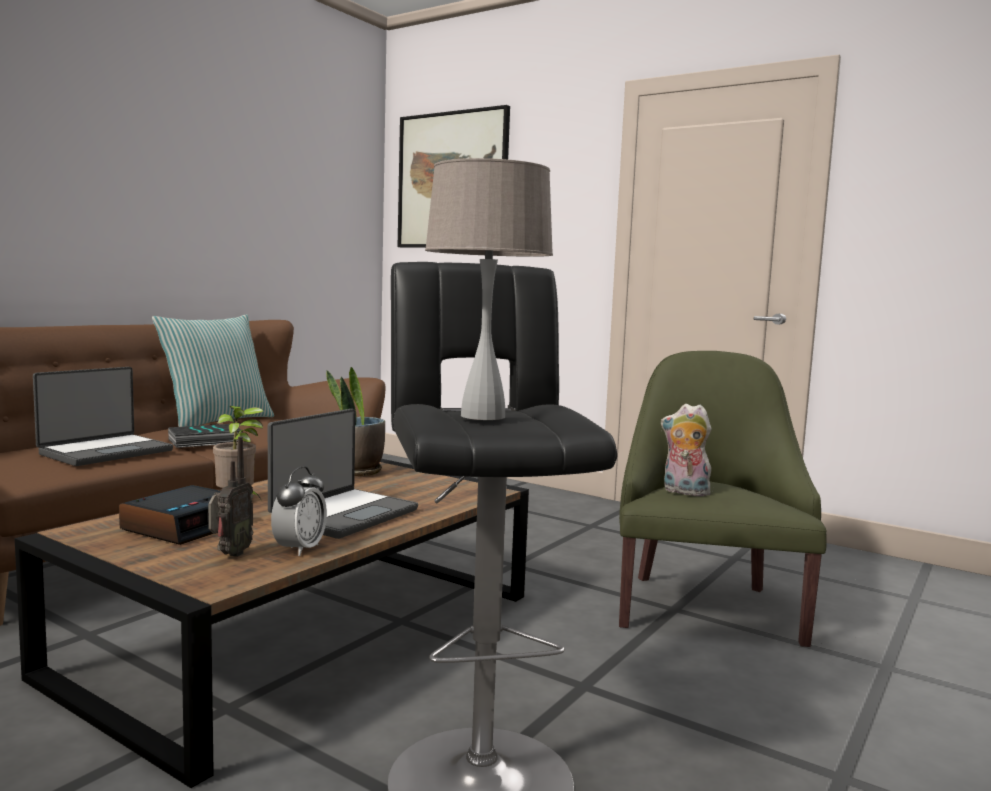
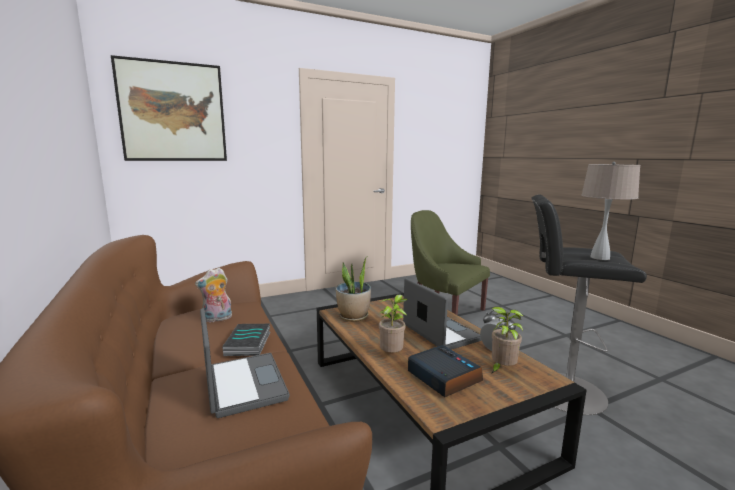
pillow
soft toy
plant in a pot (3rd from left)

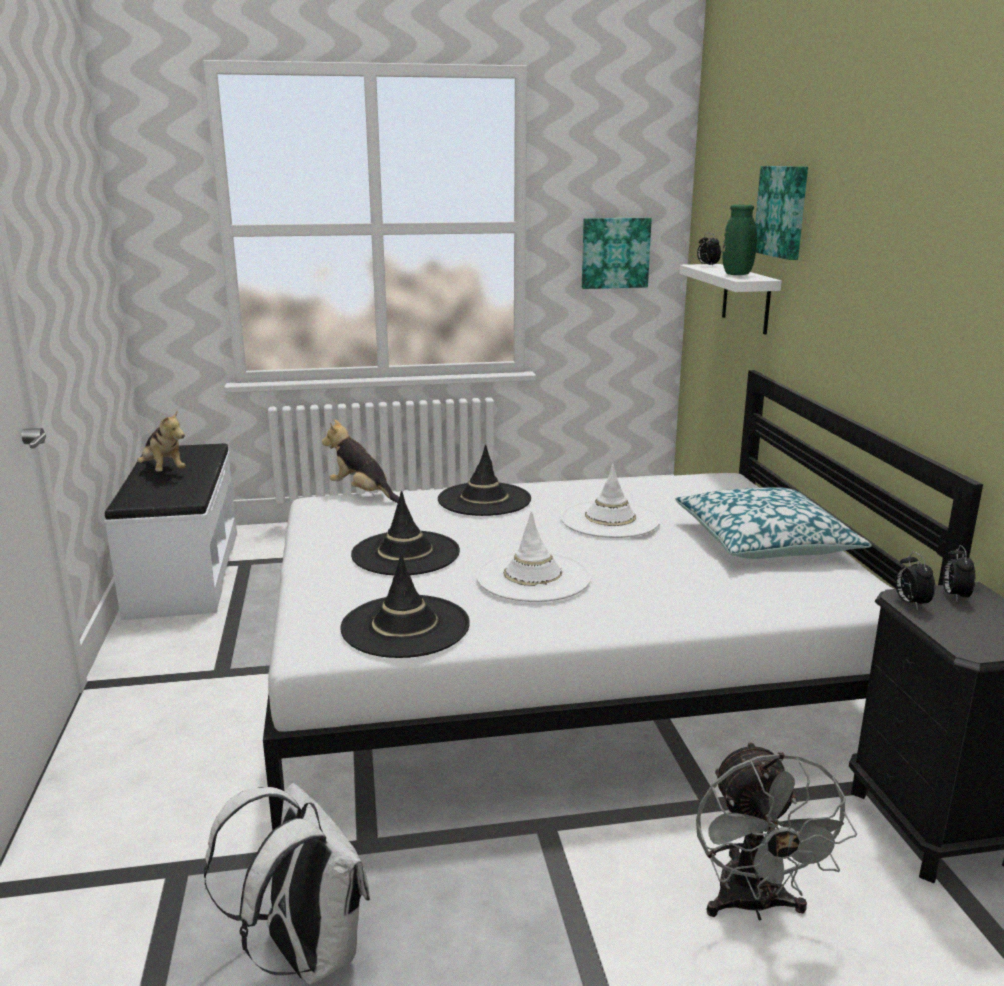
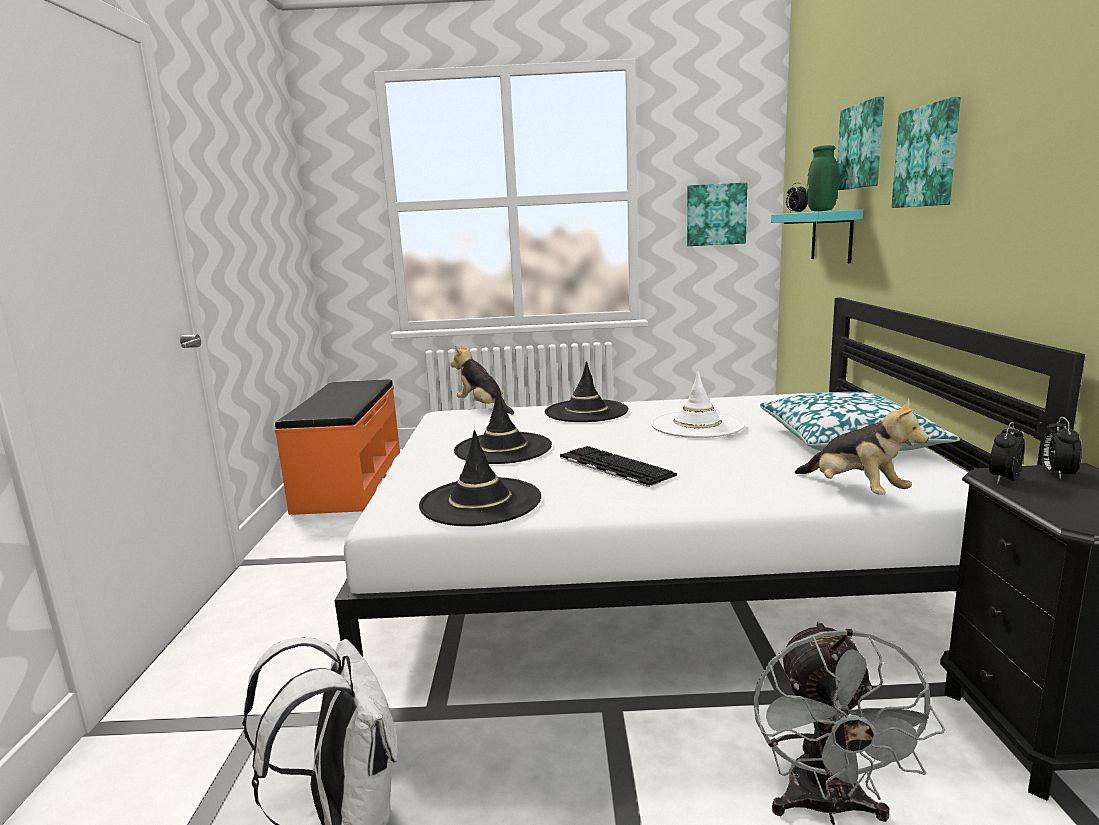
wall picture (3rd from left)
soft toy (2nd from left)
keyboard
long seat (orange-coloured)
wall shelf (blue-green)
bedside clock (2nd from left)

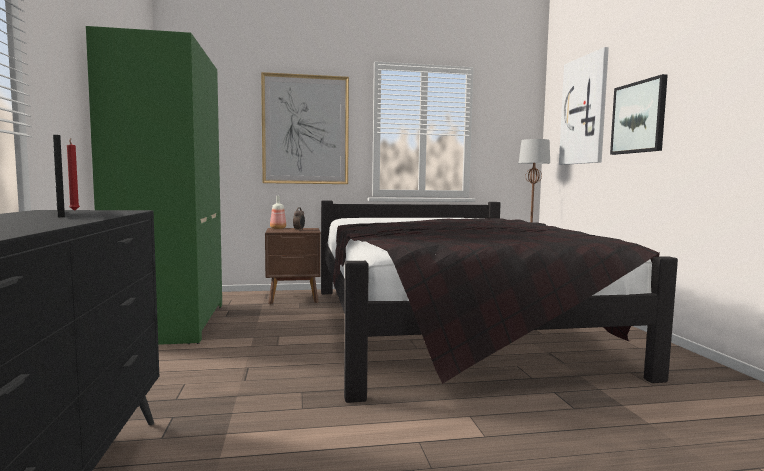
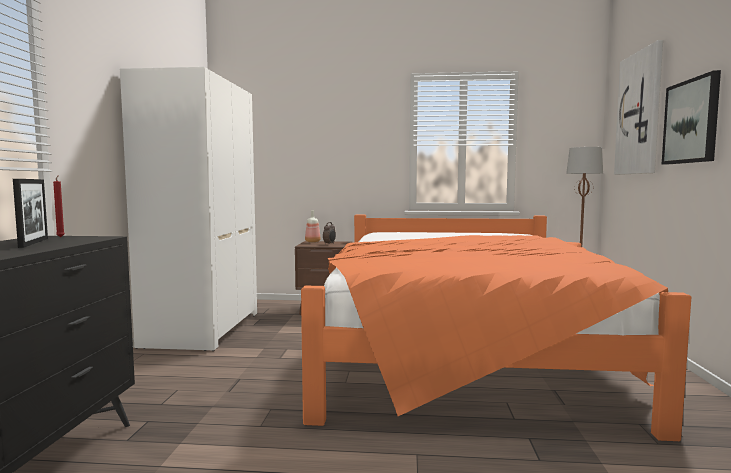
wall picture (1st from left in the first image)
clothes cupboard (whitish)
bedroom bed (orange-coloured)

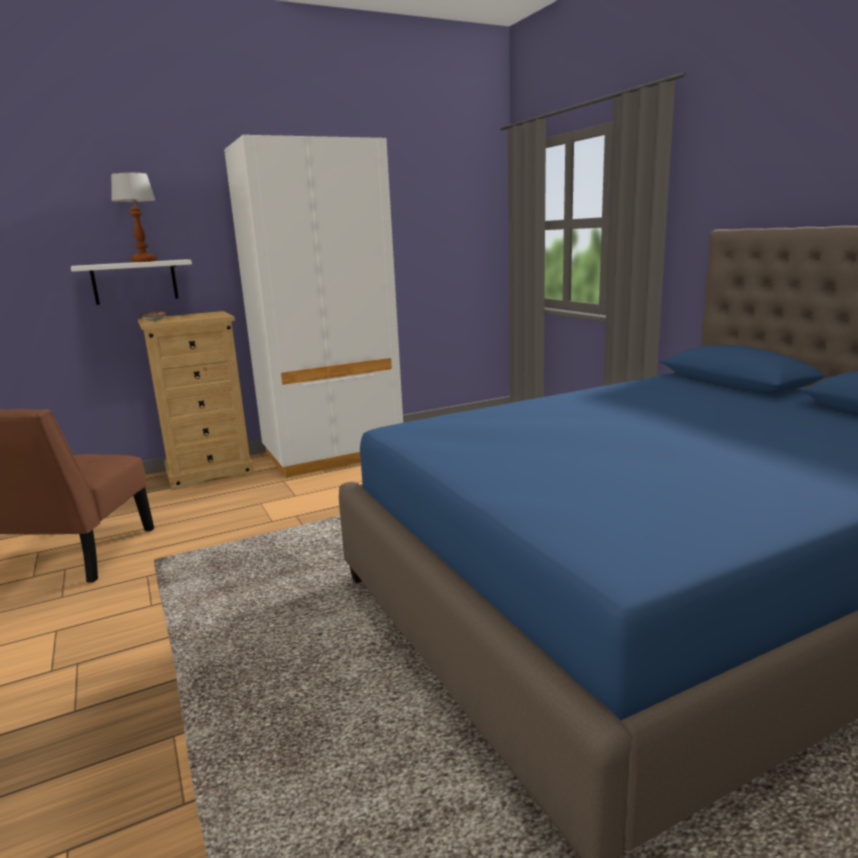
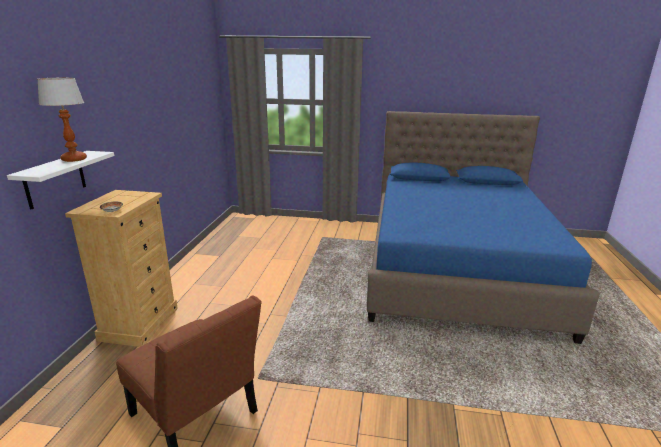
clothes cupboard (whitish)

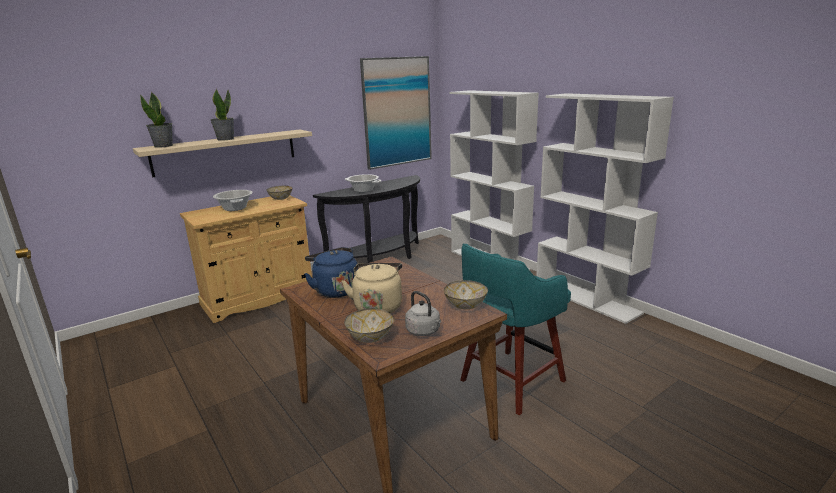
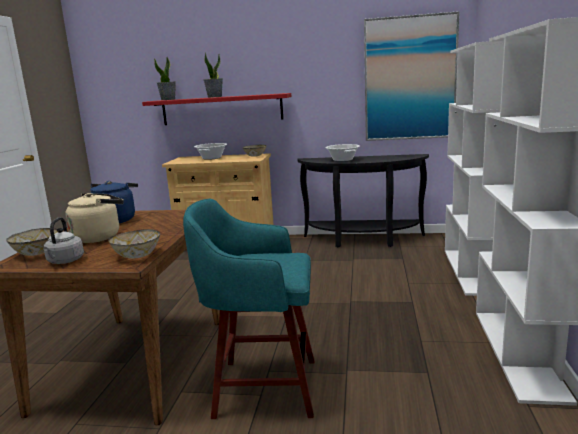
wall shelf (red-coloured)

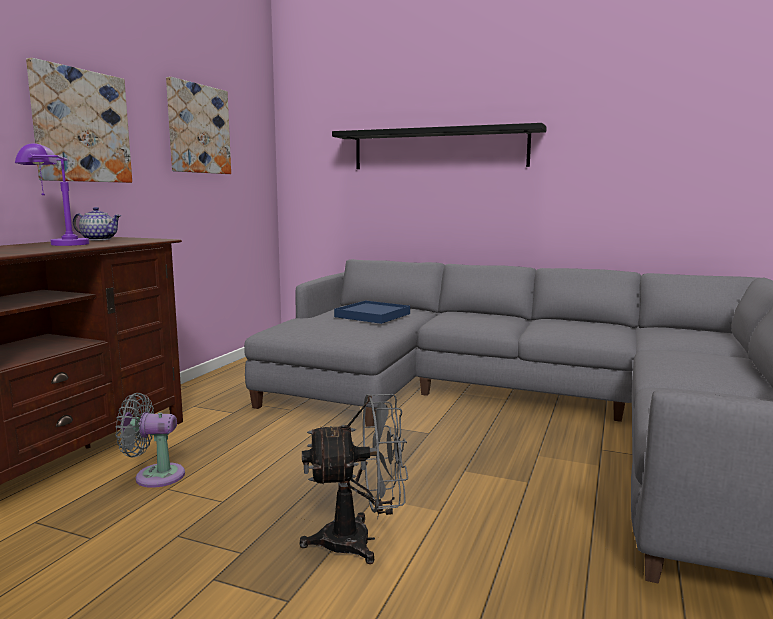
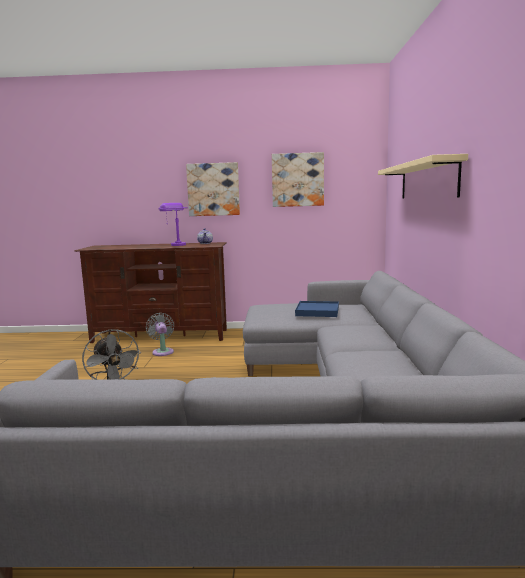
wall shelf (beige)

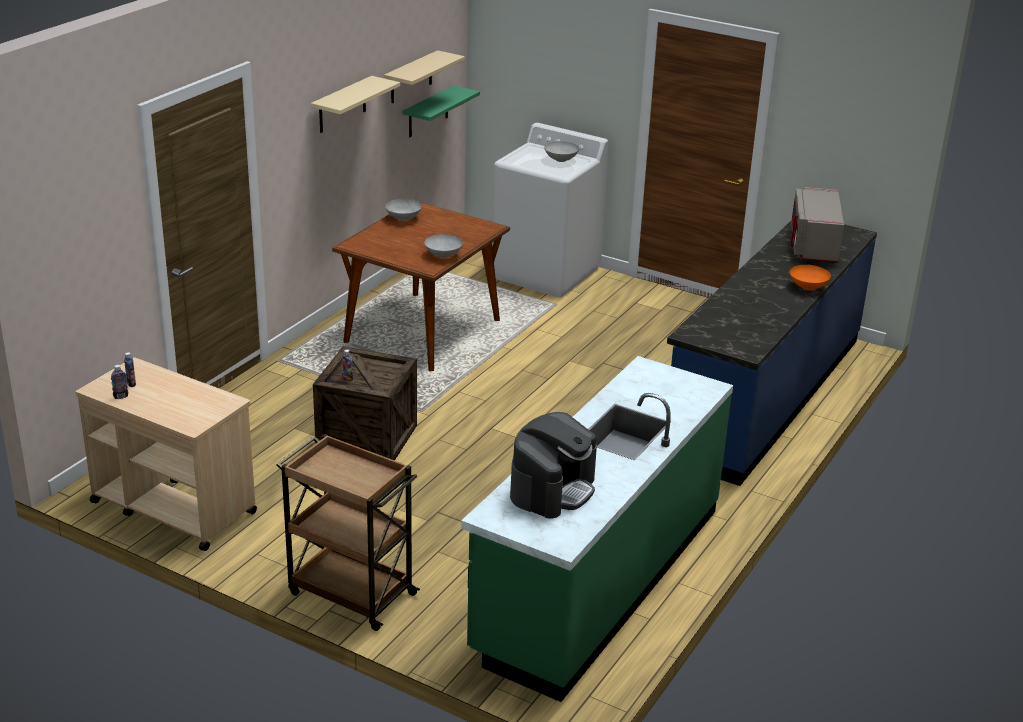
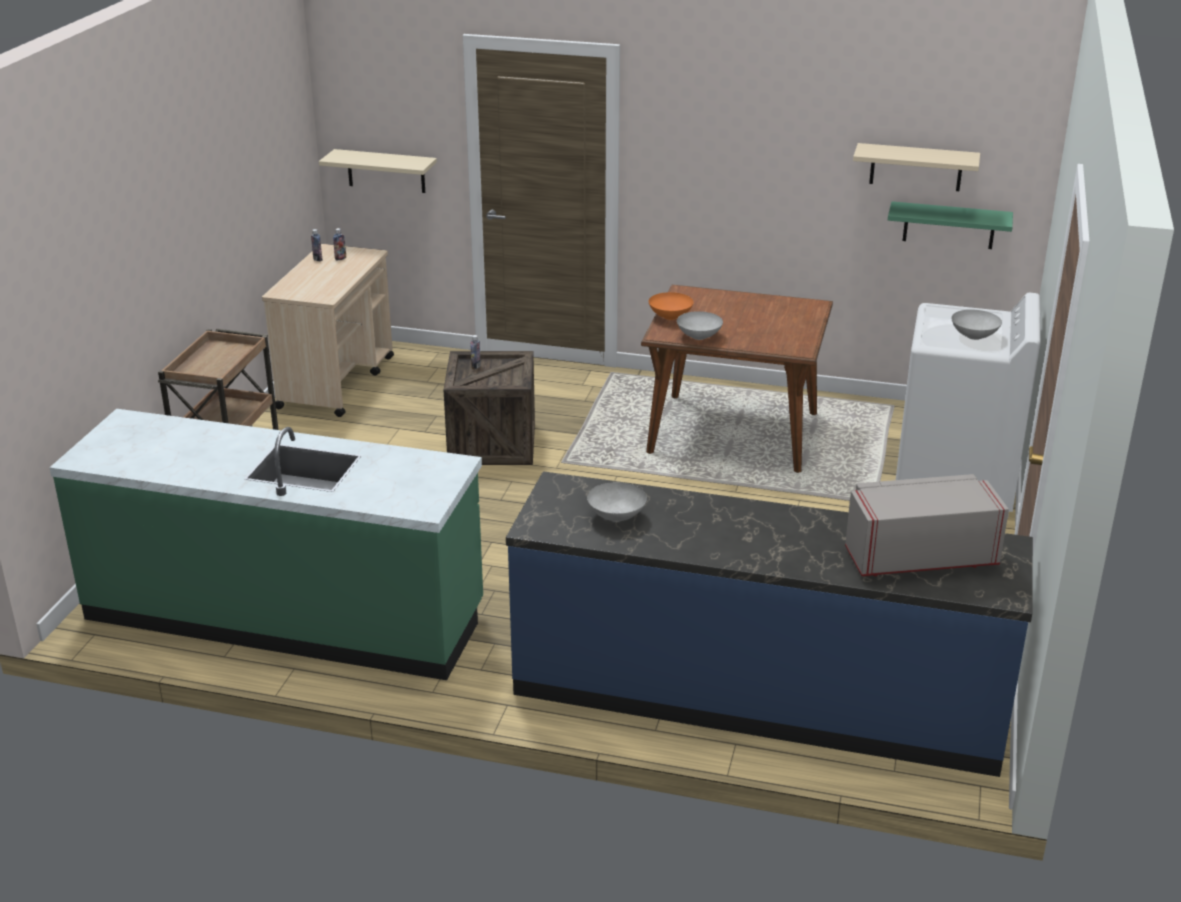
coffee brewer
wall shelf (beige) (1st from left)
serving bowl (gray) (1st from left)
serving bowl (orange-coloured)

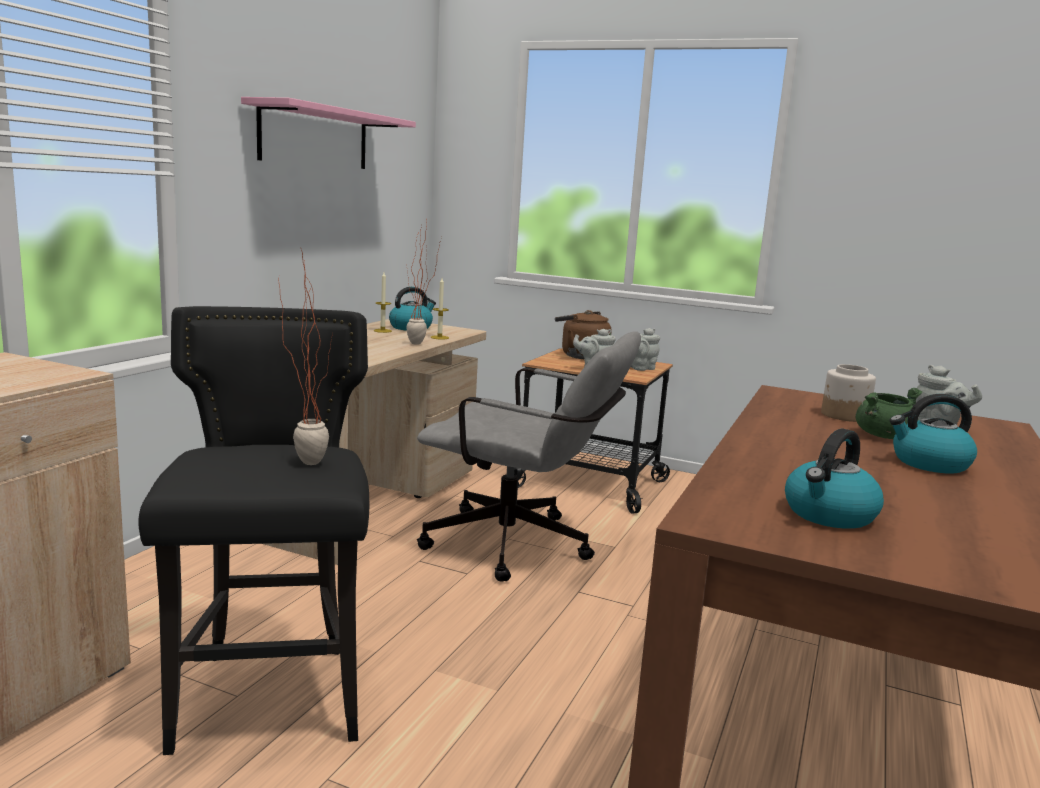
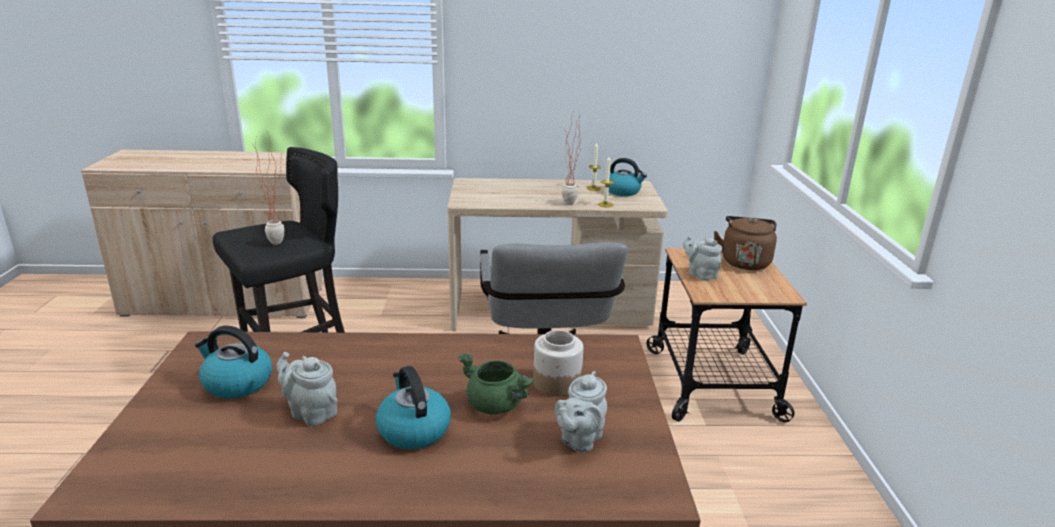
wall shelf (pink-coloured)
tea pot (gray) (1st from left)

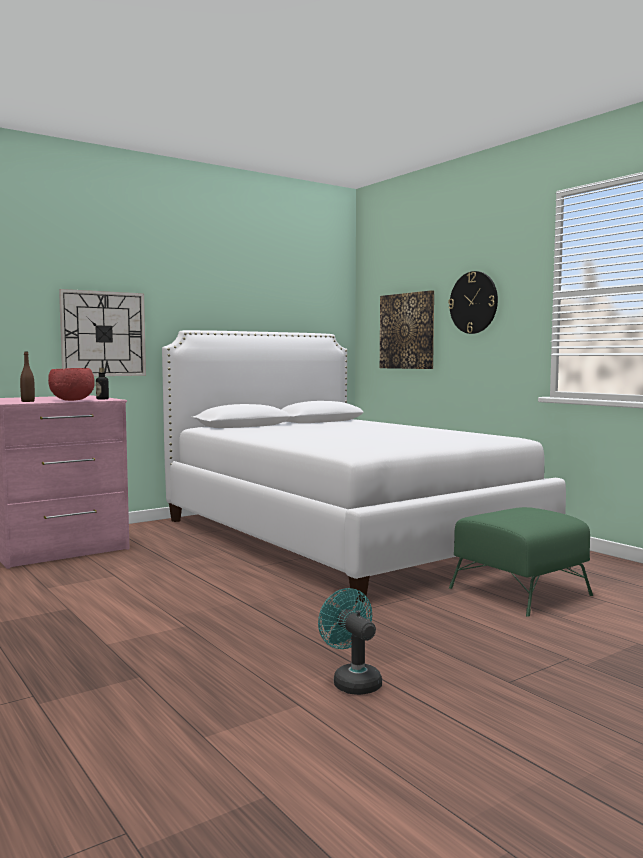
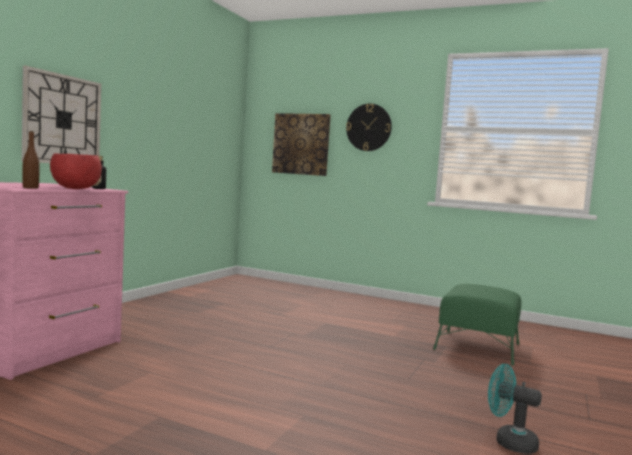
bedroom bed (whitish)

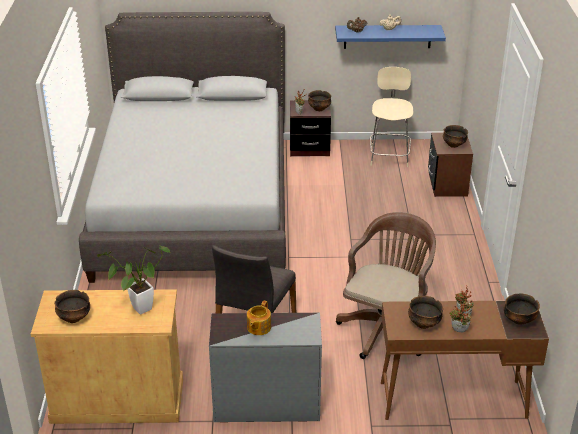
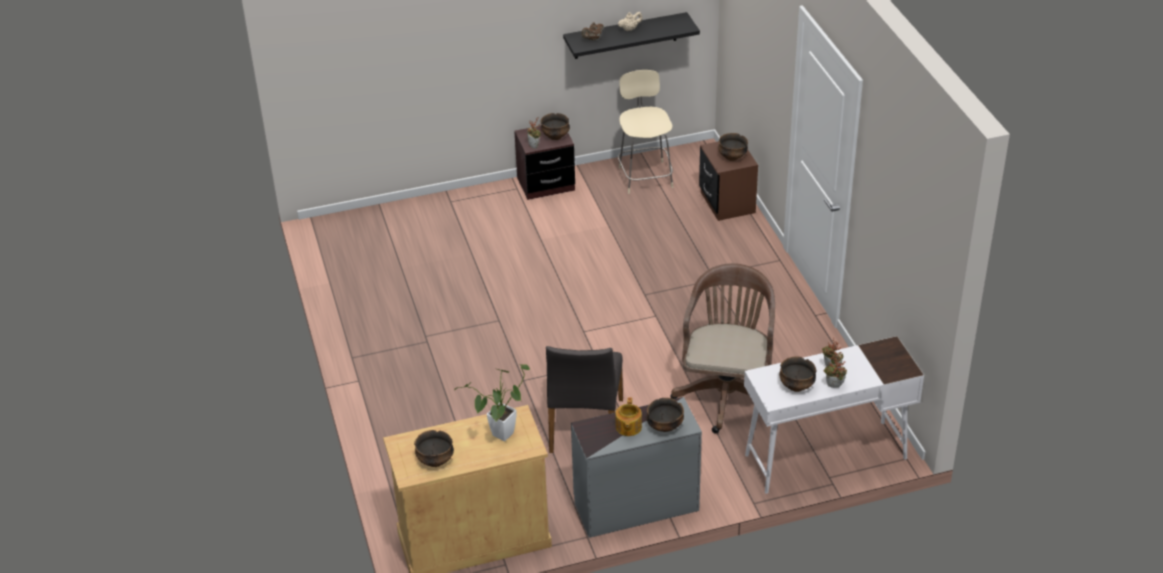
bedroom bed (gray)
serving bowl (3rd from left)
wall shelf (black-coloured)
desk table (whitish)

